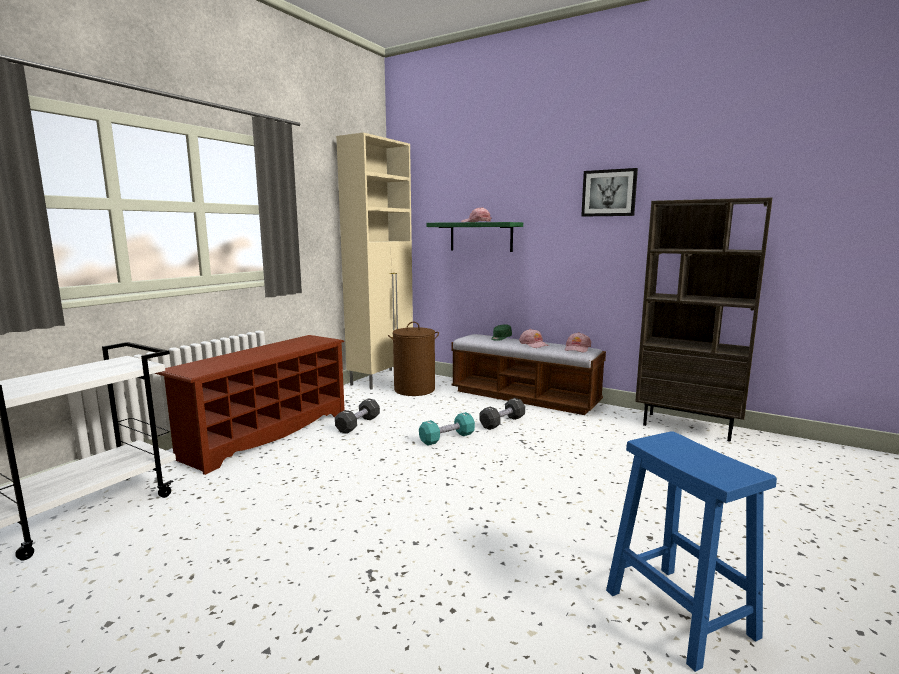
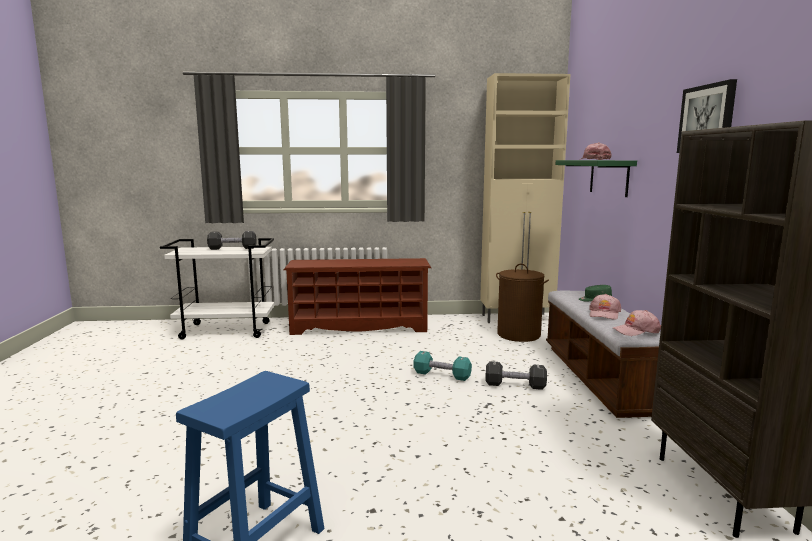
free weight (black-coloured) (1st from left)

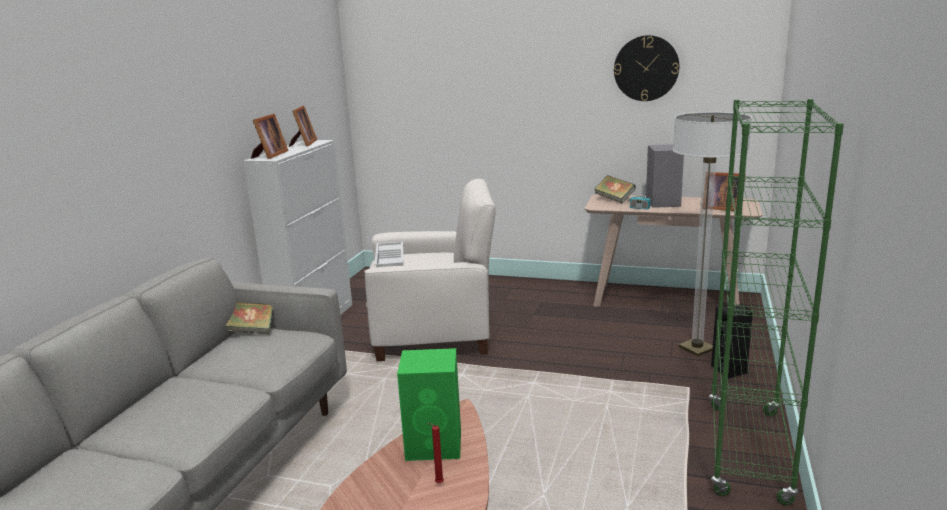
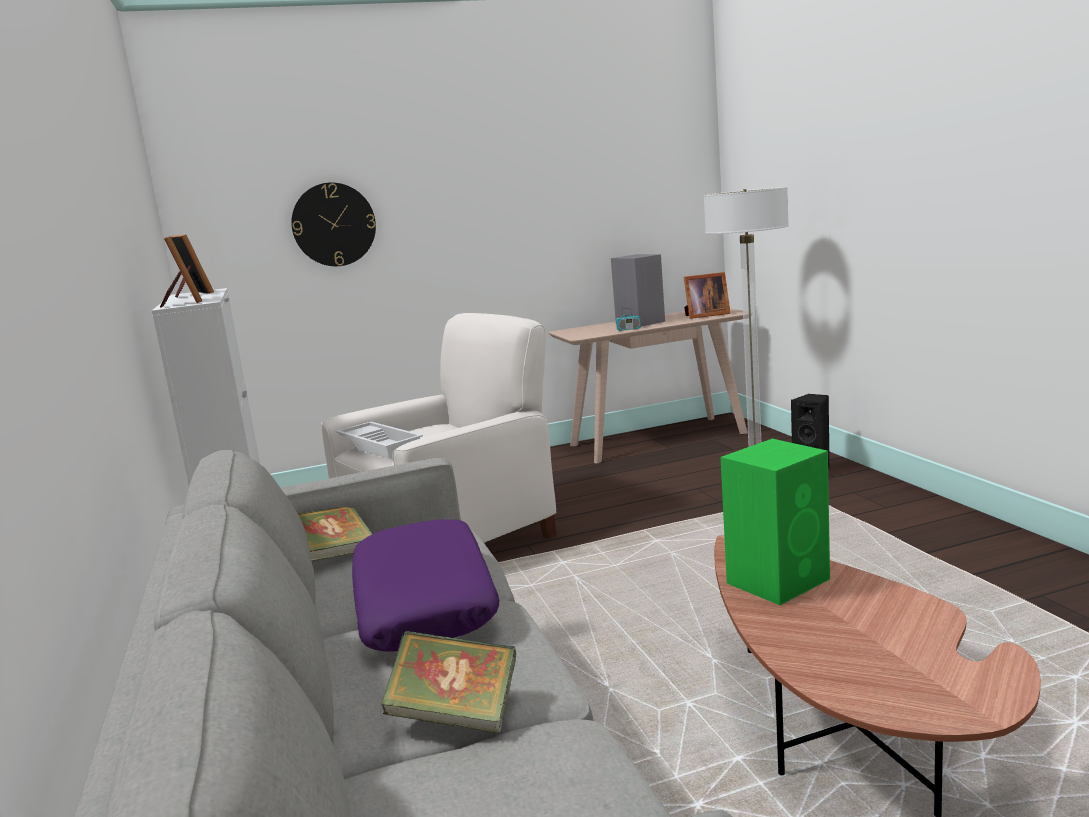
wax candle (red-coloured)
bookcase (green)
pillow (purple-coloured)
bound book (2nd from left)
wall clock

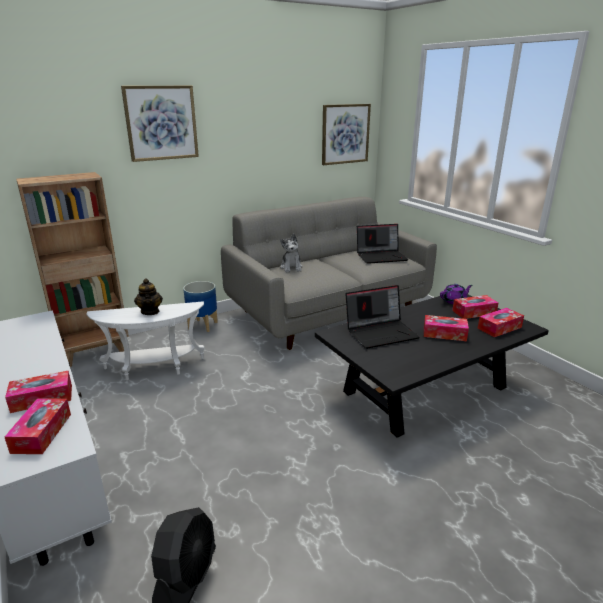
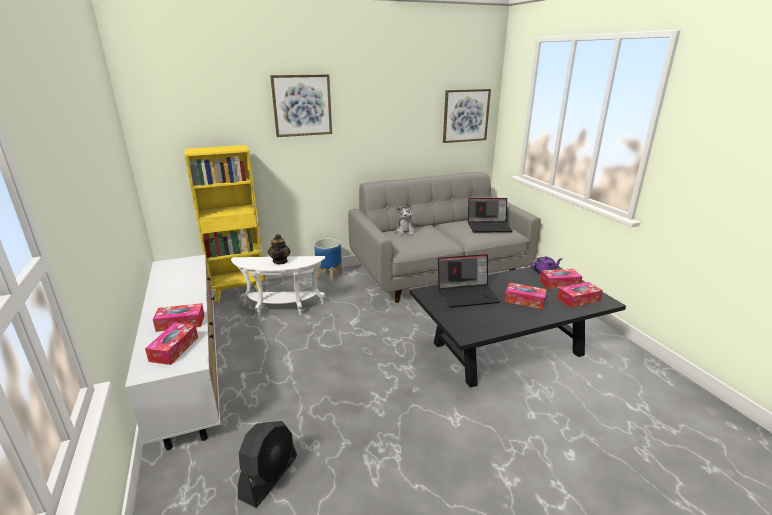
bookcase (yellowish)

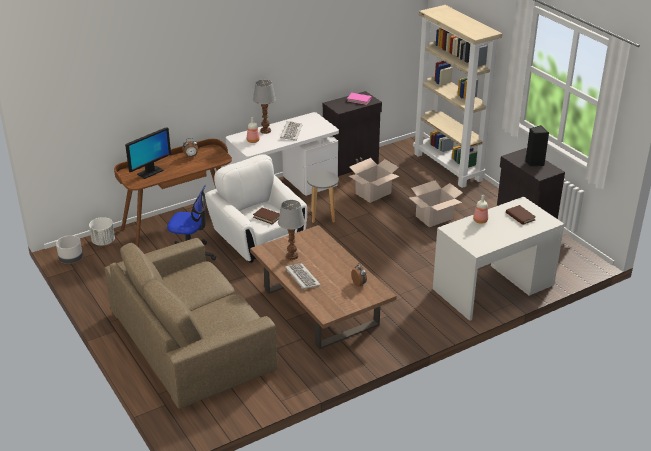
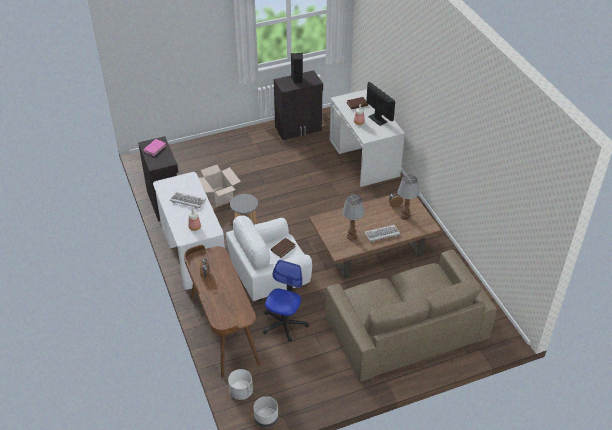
carton (2nd from left in the first image)
bookcase (beige)
computer screen
table lamp (2nd from left)

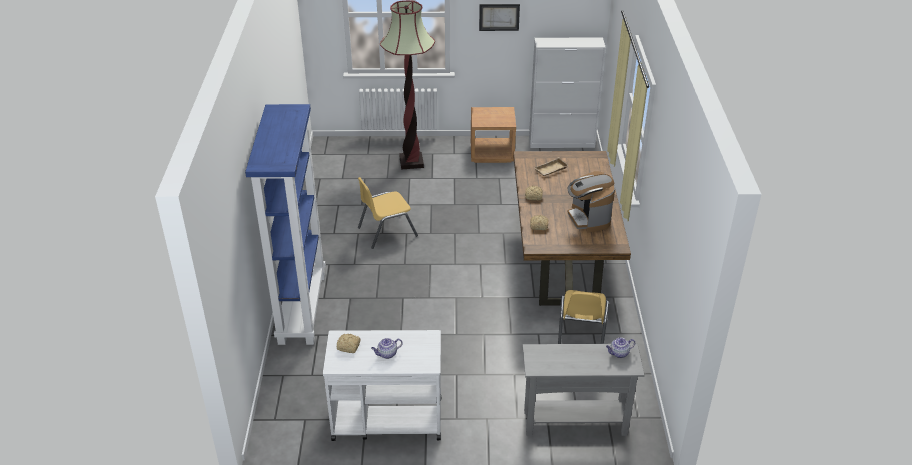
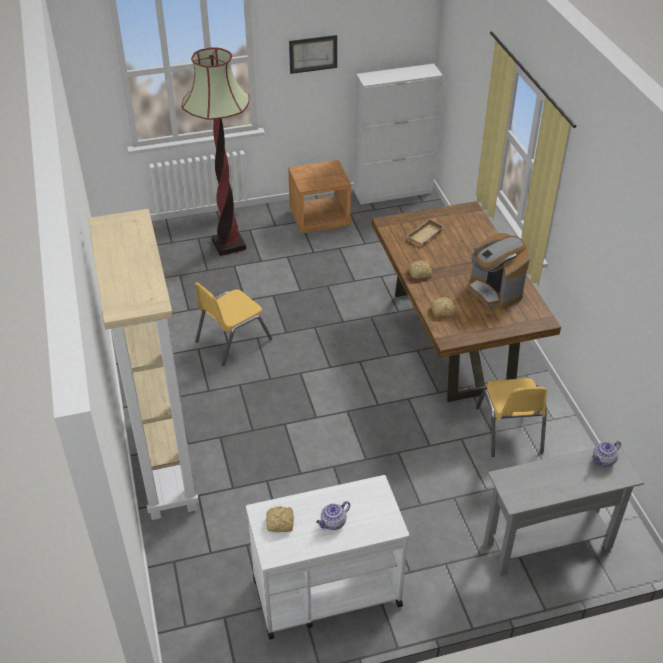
bookcase (beige)

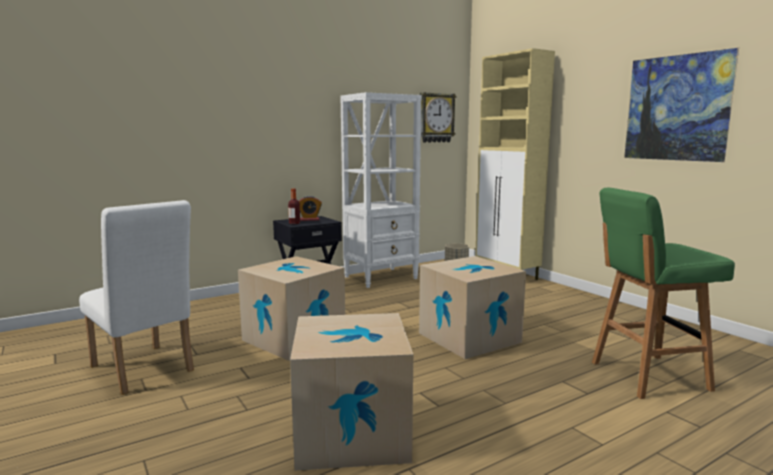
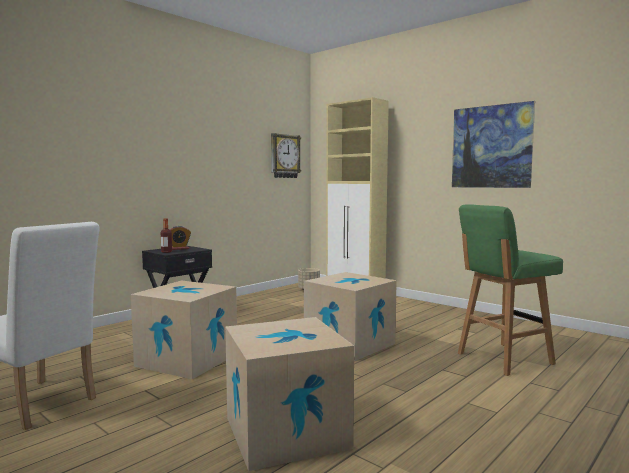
bookcase (whitish)

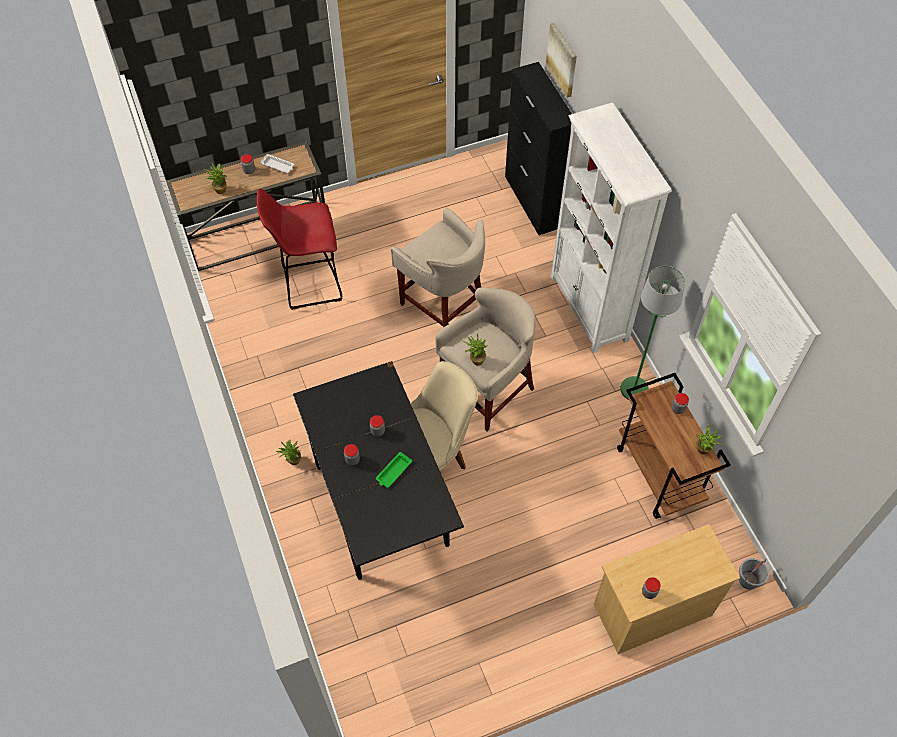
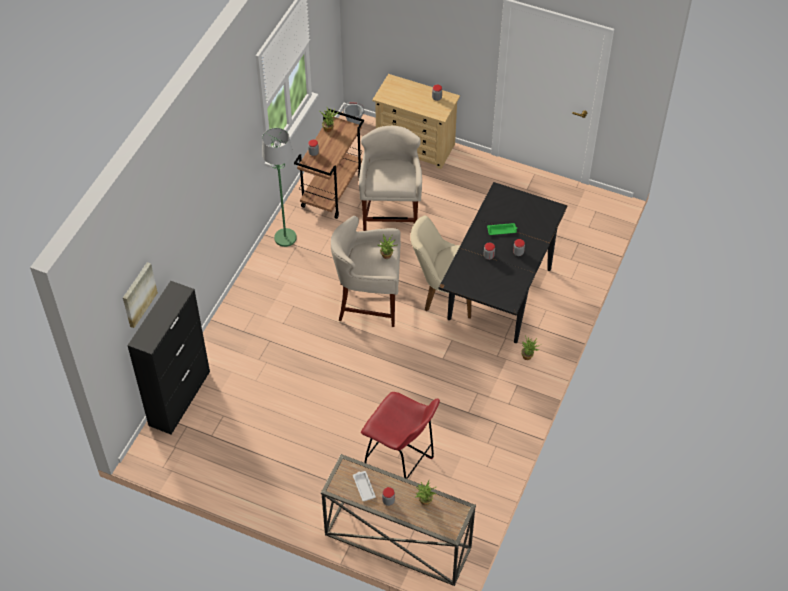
bookcase (whitish)
sitting stool (beige) (2nd from left)

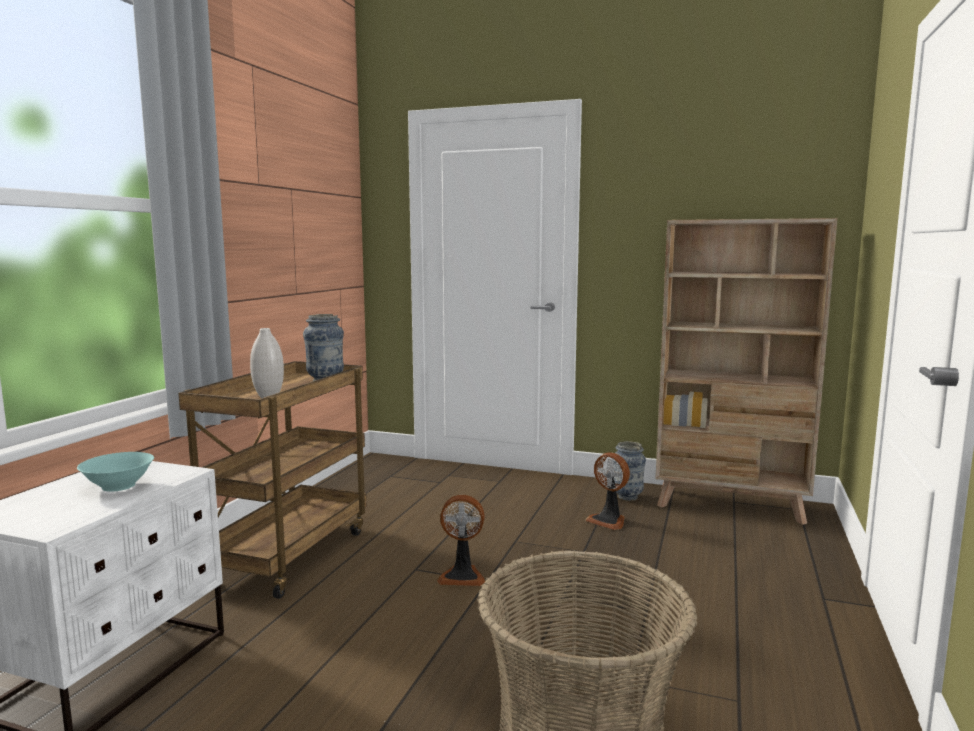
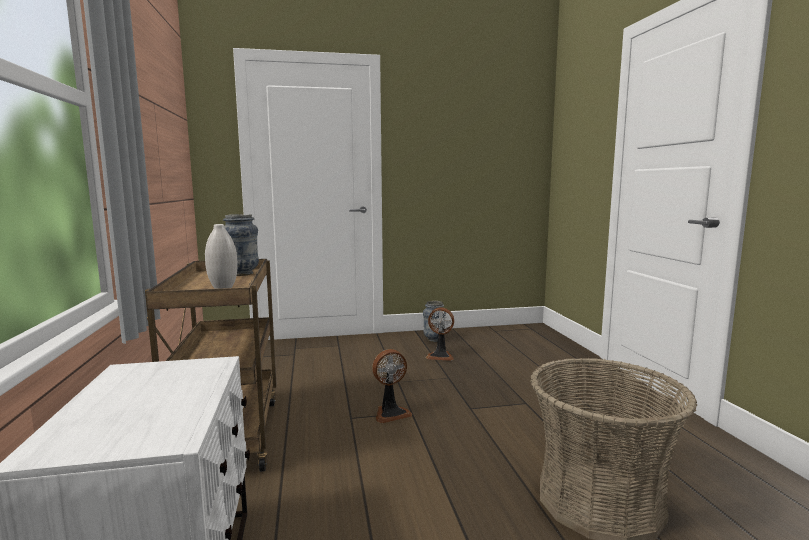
serving bowl (blue-green)
bookcase (beige)

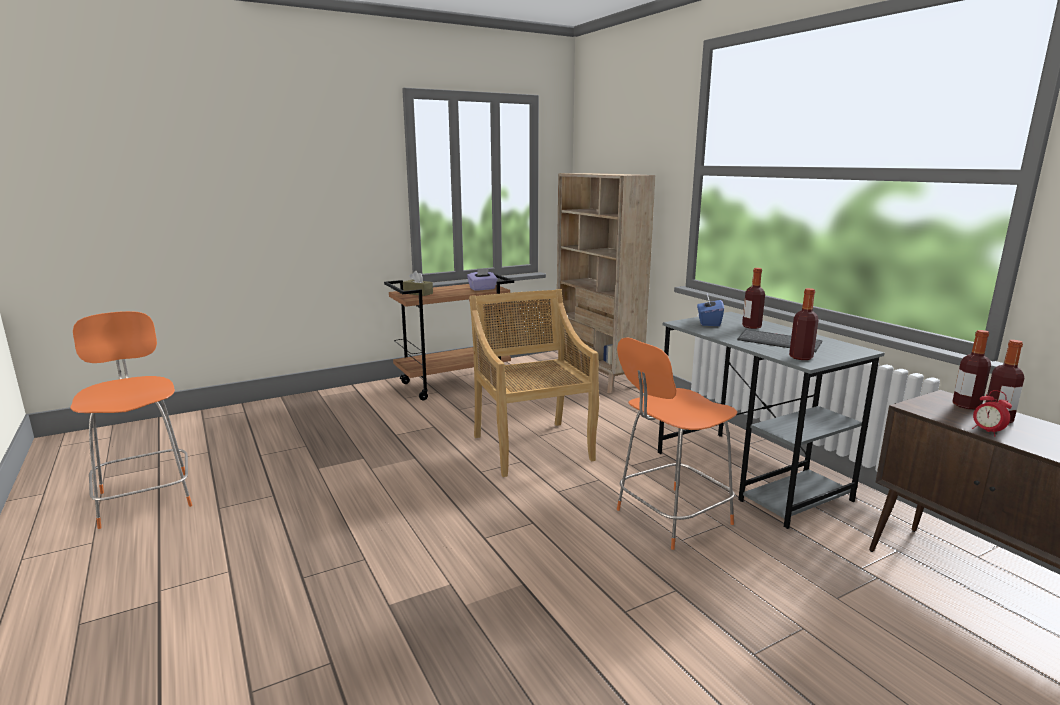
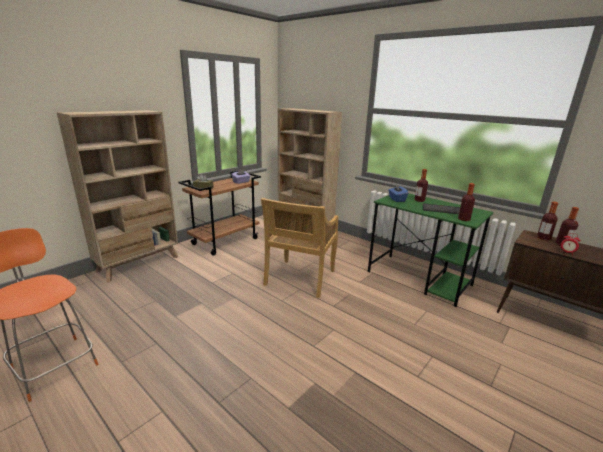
upright chair (orange-coloured) (2nd from left in the first image)
bookcase (beige) (1st from left)
desk table (green)
upright chair (beige)

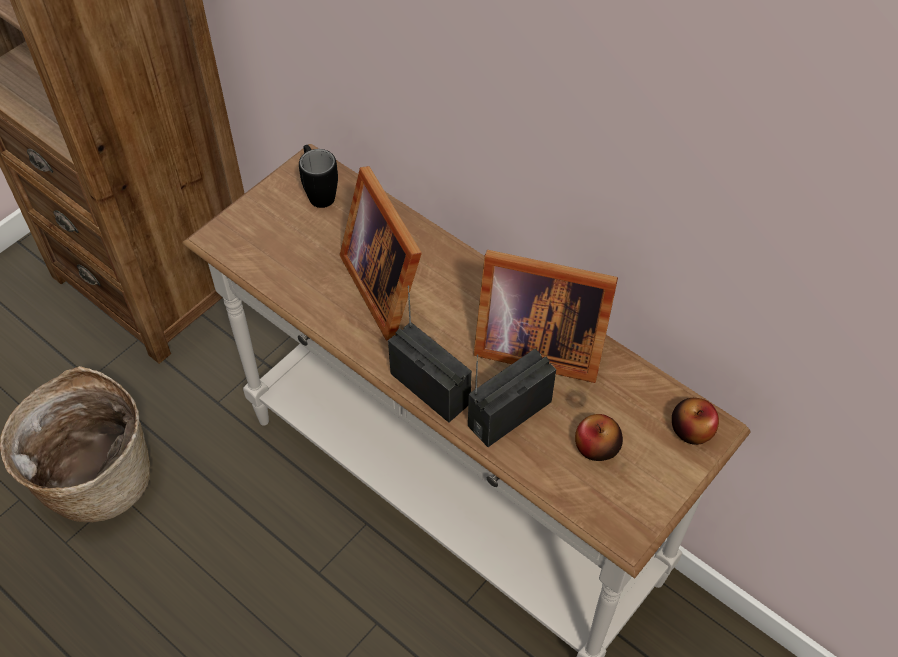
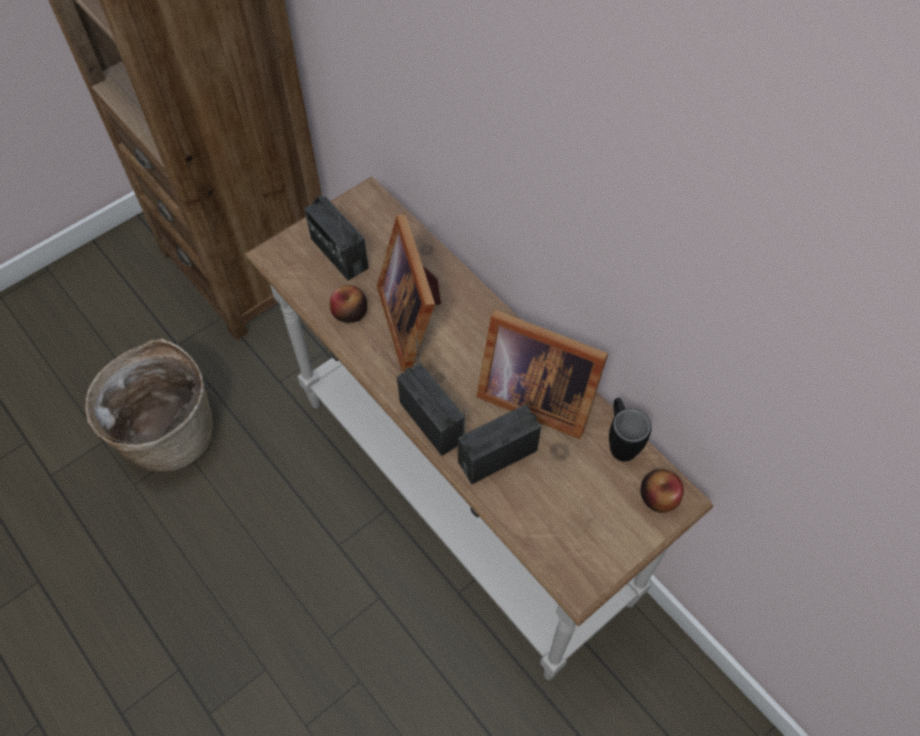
radio receiver (1st from left)
coffee mug (black-coloured)
apple fruit (1st from left)

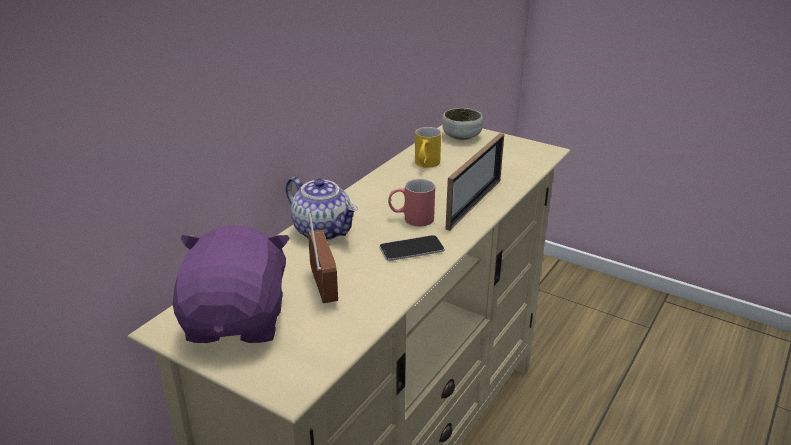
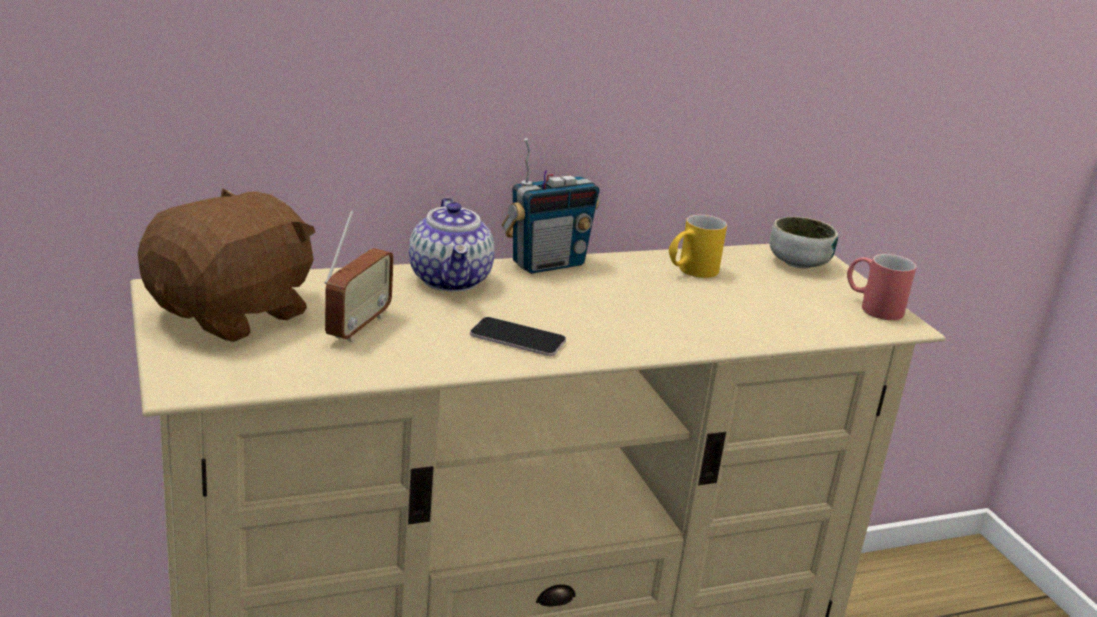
photo frame
radio receiver (2nd from left)
coffee mug (red-coloured)
soft toy (brown)

